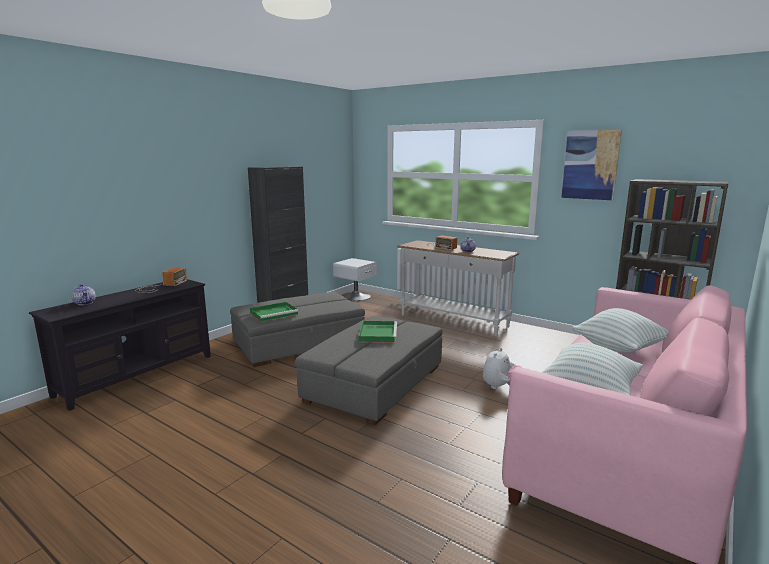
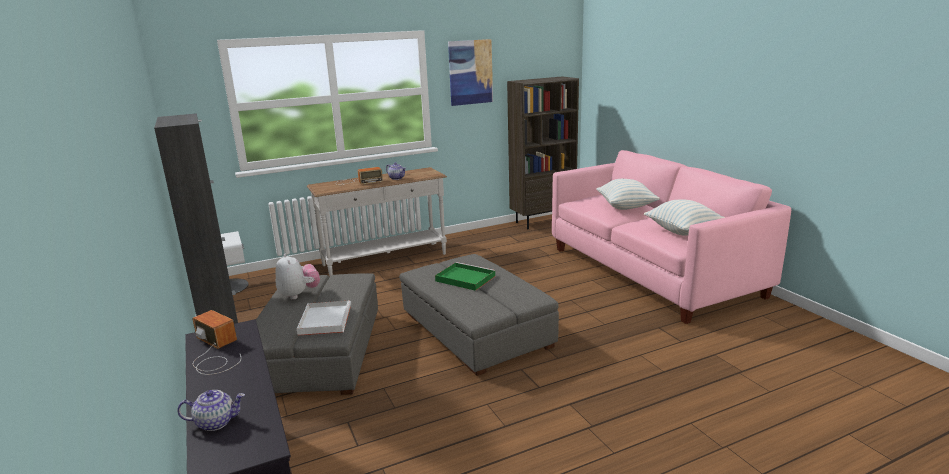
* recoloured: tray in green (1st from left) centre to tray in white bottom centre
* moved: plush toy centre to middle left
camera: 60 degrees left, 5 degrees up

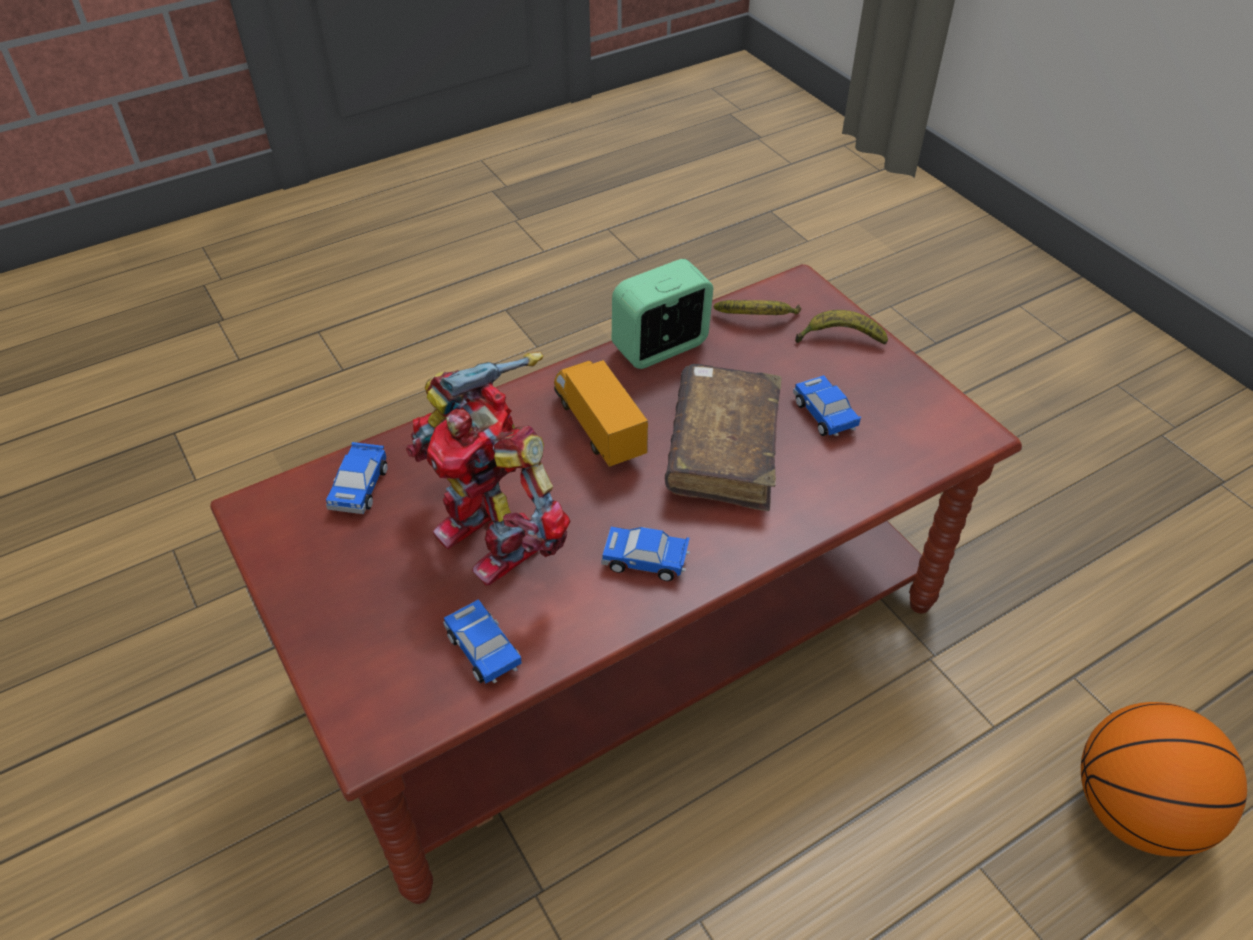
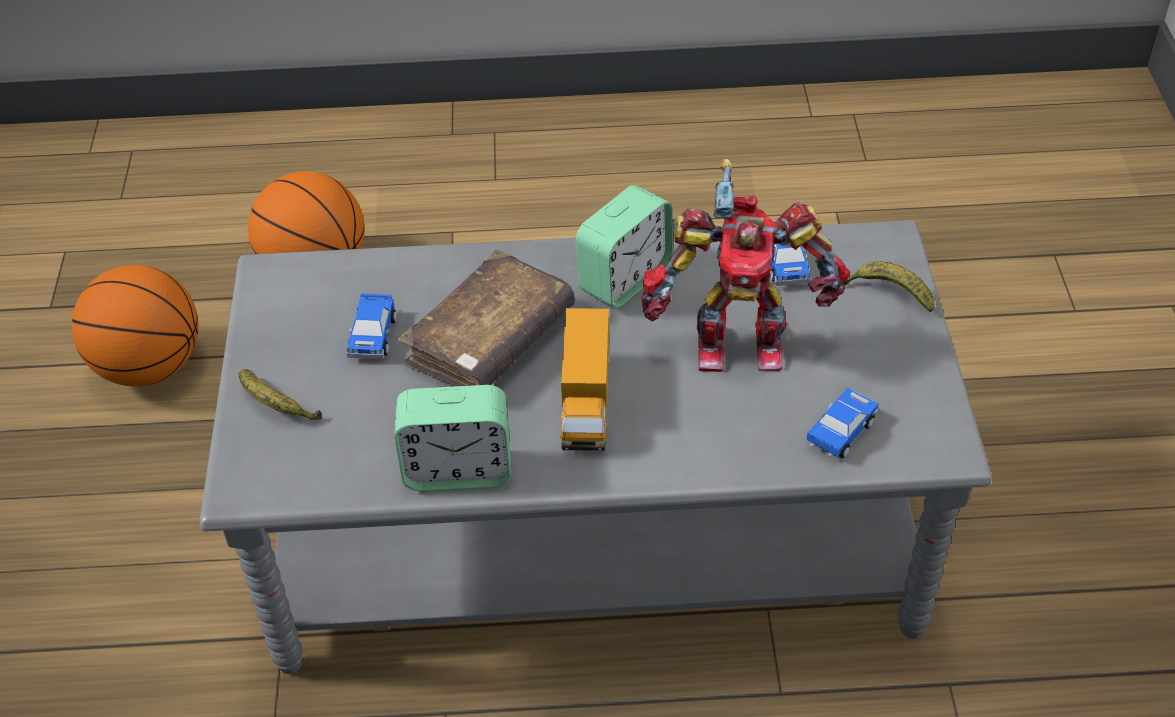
* recoloured: coffee table in brown centre to coffee table in grey centre
* turned: toy robot centre = centre 105 degrees clockwise
* replaced: toy car (3rd from left) centre to alarm clock (2nd from left) centre
* moved: banana (1st from left in the first image) top centre to banana (2nd from left) middle right
* added: basketball (1st from left) middle left
camera: 150 degrees left, 0 degrees up

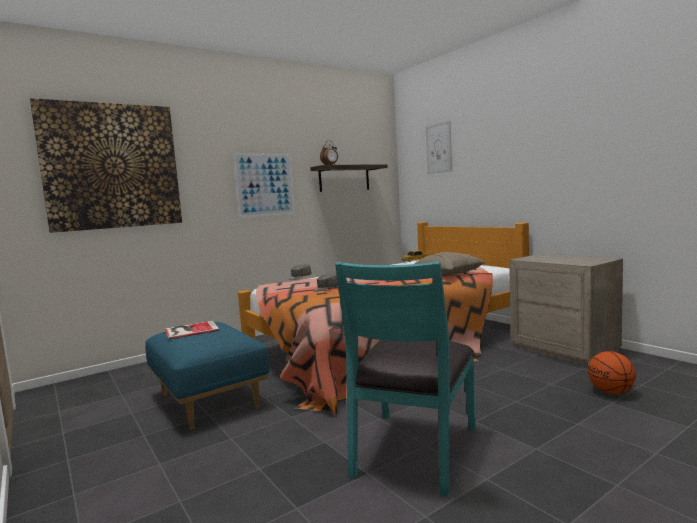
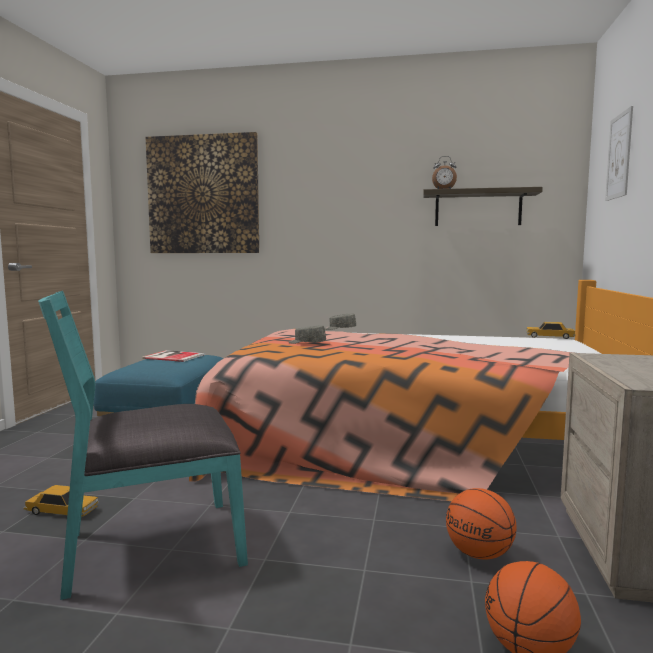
* removed: picture (2nd from left) centre
* removed: pillow in beige centre
* added: toy car (1st from left) bottom left
* added: basketball (1st from left) bottom right
camera: 45 degrees right, 0 degrees up

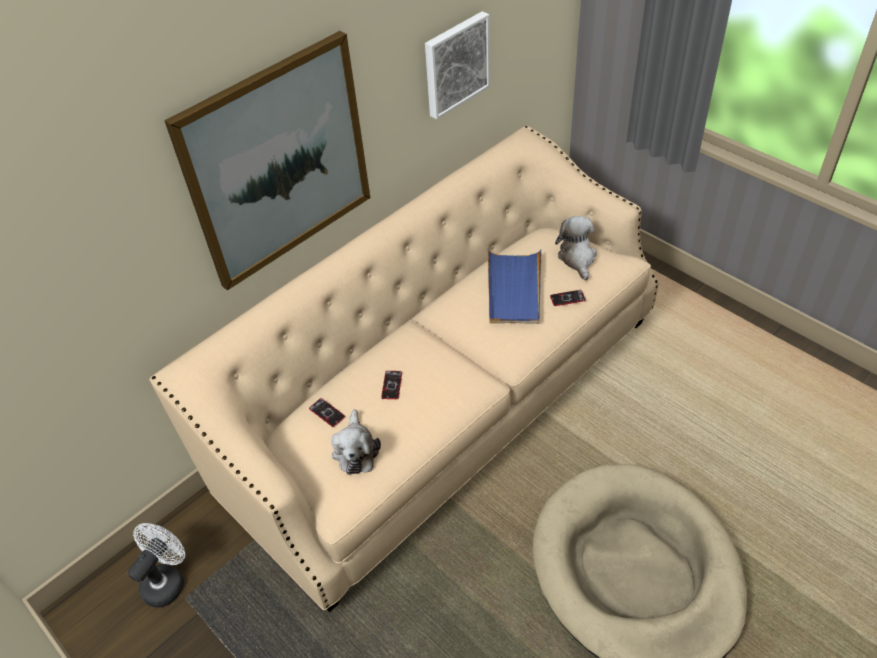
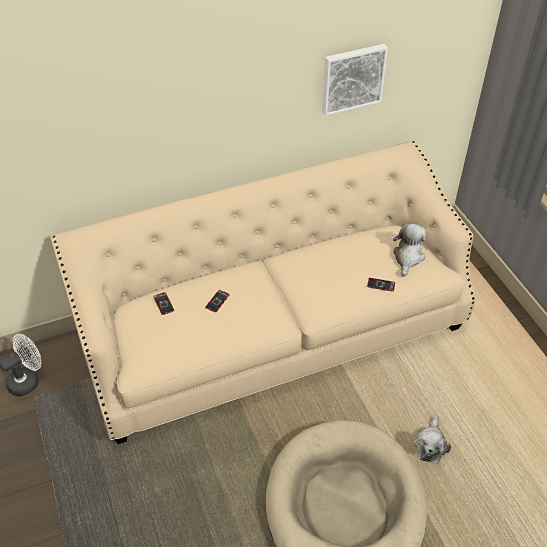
* removed: picture (1st from left) top left
* moved: plush toy (1st from left in the first image) bottom centre to plush toy (2nd from left) bottom right
* removed: tray in blue centre
camera: 20 degrees right, 0 degrees up

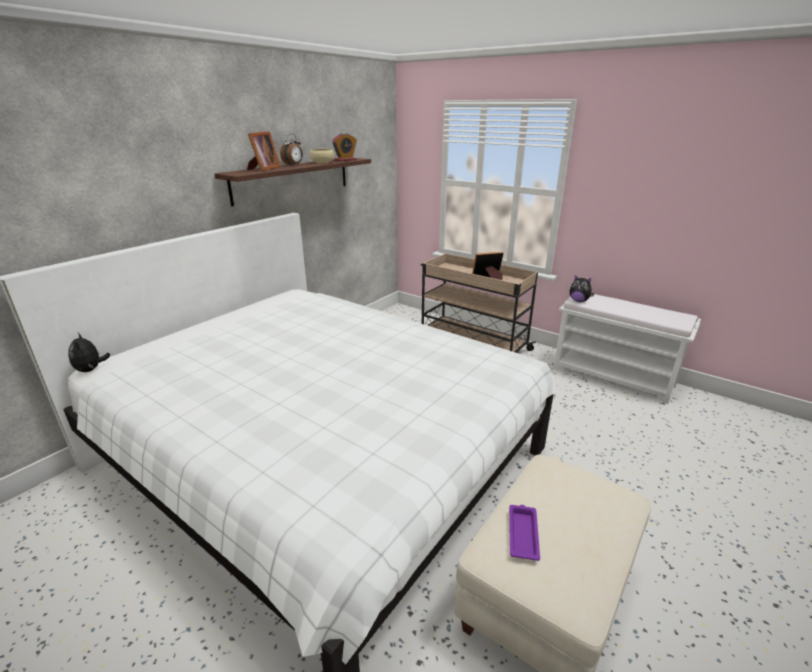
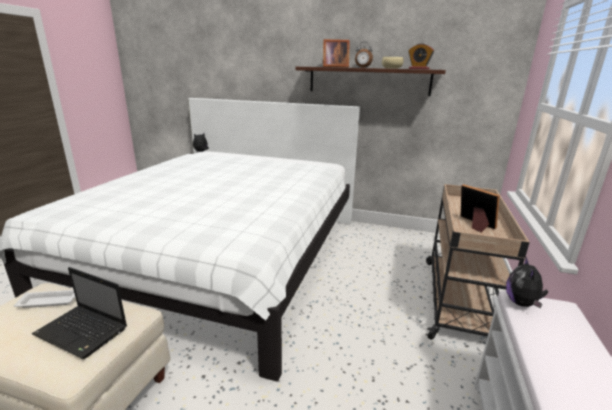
* recoloured: tray in purple bottom centre to tray in white bottom left
* added: laptop bottom left
camera: 70 degrees right, 5 degrees down

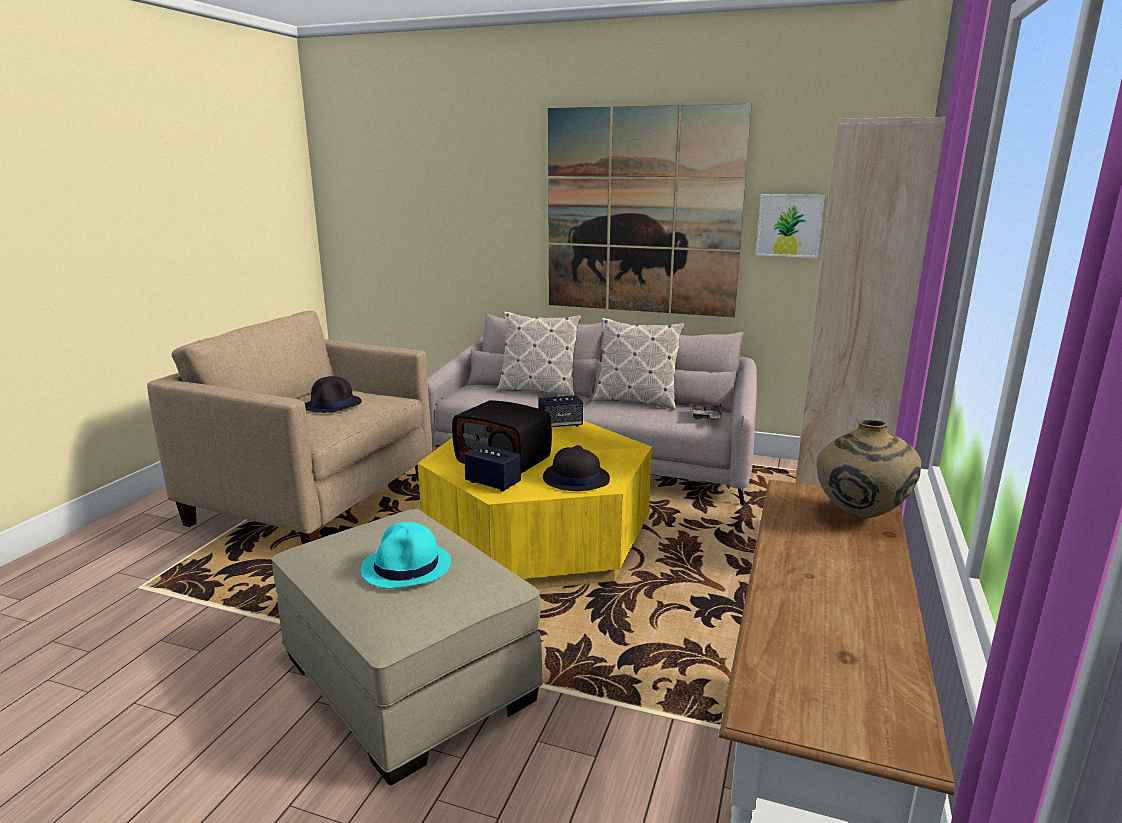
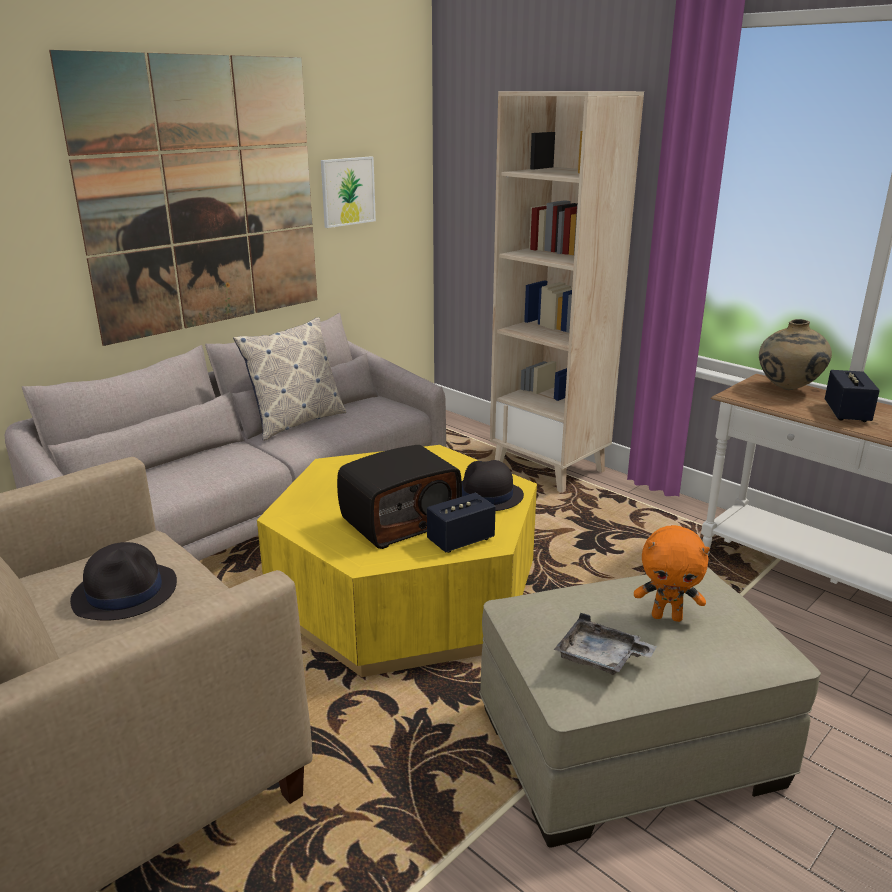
* replaced: hat in turquoise bottom centre to plush toy in orange middle right
* removed: pillow (1st from left) centre
* moved: speaker (2nd from left) centre to middle right
* moved: tray in grey centre to bottom right
camera: 65 degrees left, 5 degrees up

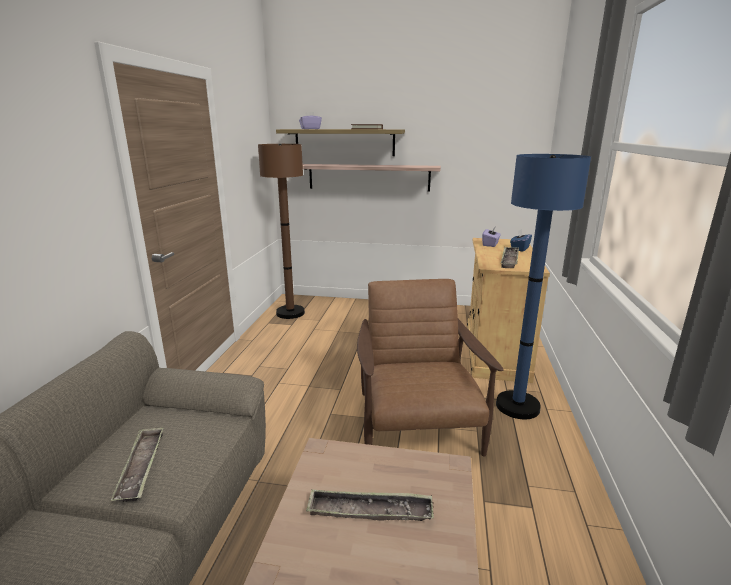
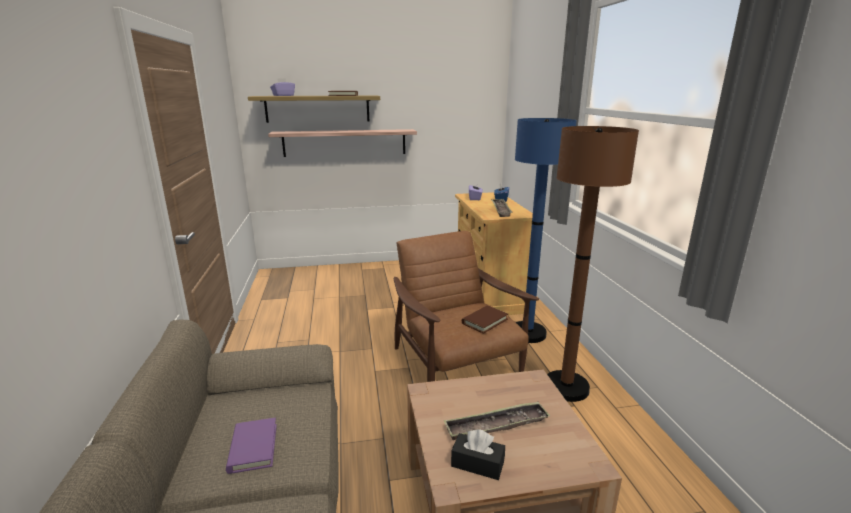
* replaced: tray (1st from left) bottom left to book in purple bottom left
* moved: floor lamp in brown centre to middle right
* added: tissue box in black bottom centre
* added: book in brown (2nd from left) centre
camera: 20 degrees left, 0 degrees up

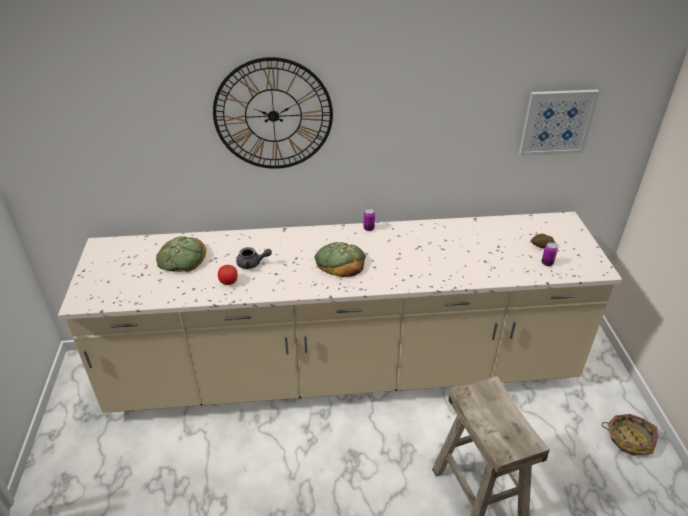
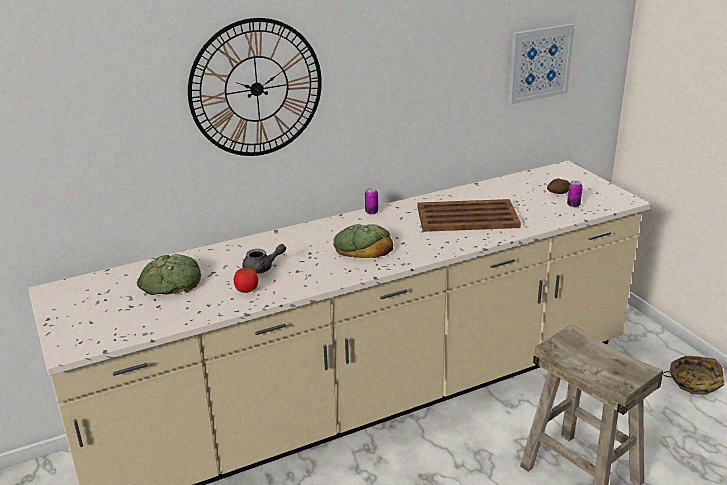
* added: tray in brown centre
camera: 20 degrees left, 10 degrees down

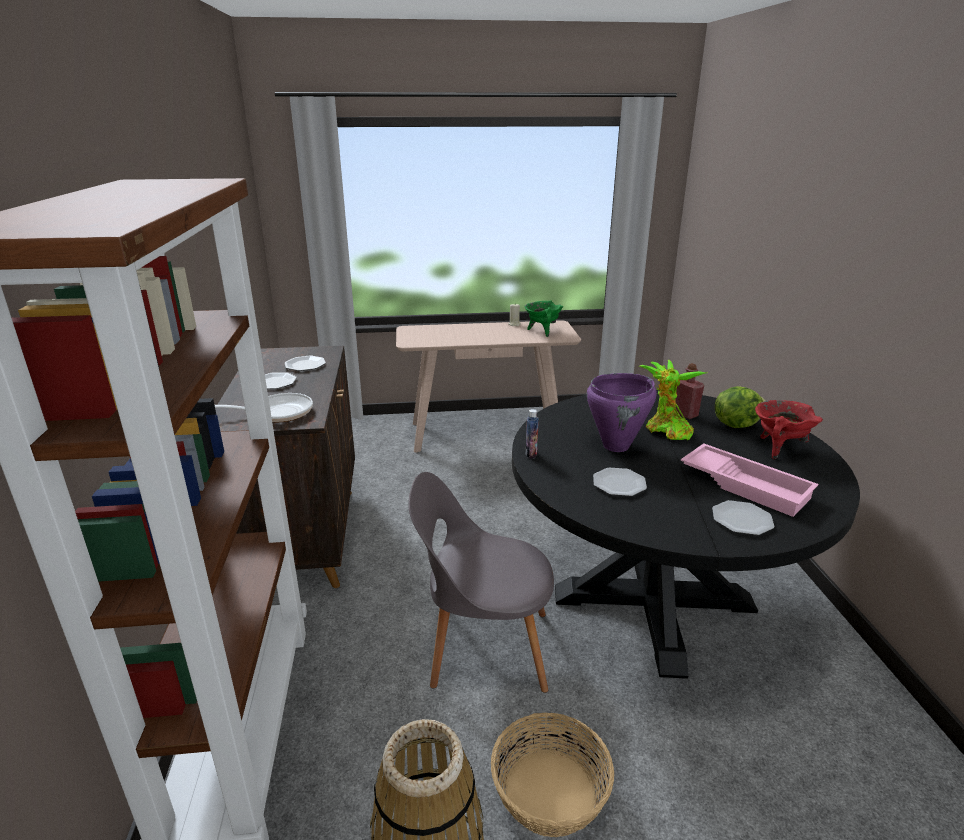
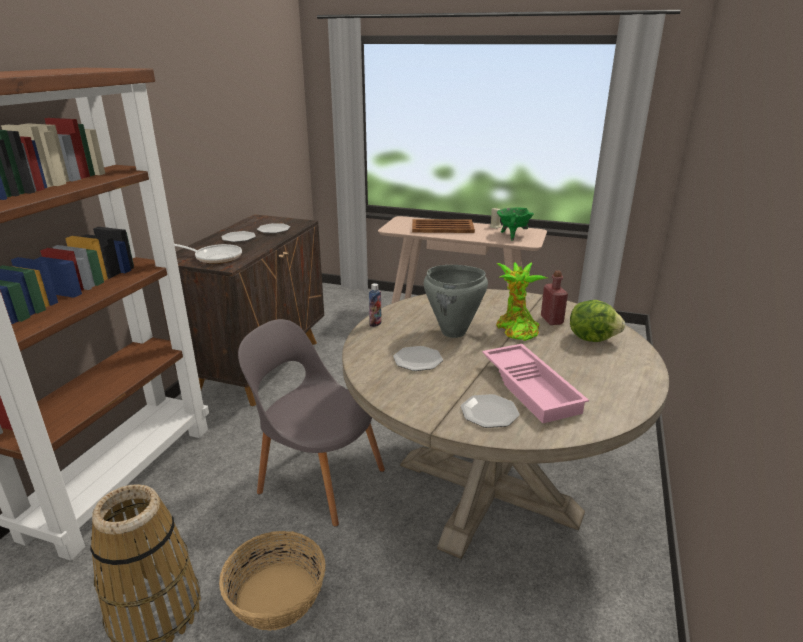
* recoloured: dining table in black middle right to dining table in beige centre
* recoloured: cooking pot in purple centre to cooking pot in grey centre
* removed: cooking pot in red middle right
* added: tray in brown centre
camera: 25 degrees right, 0 degrees up

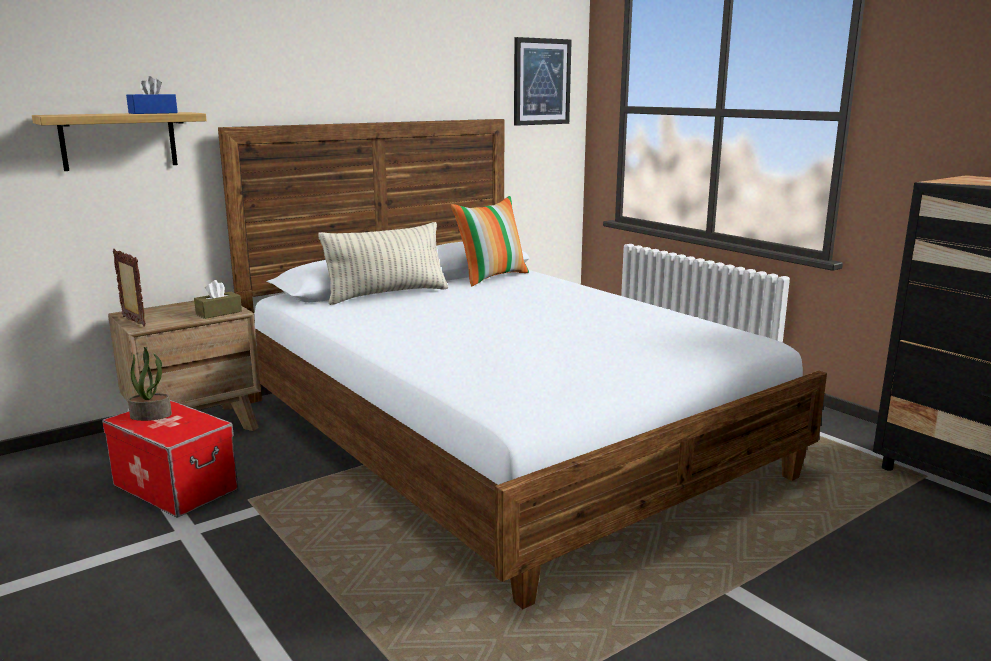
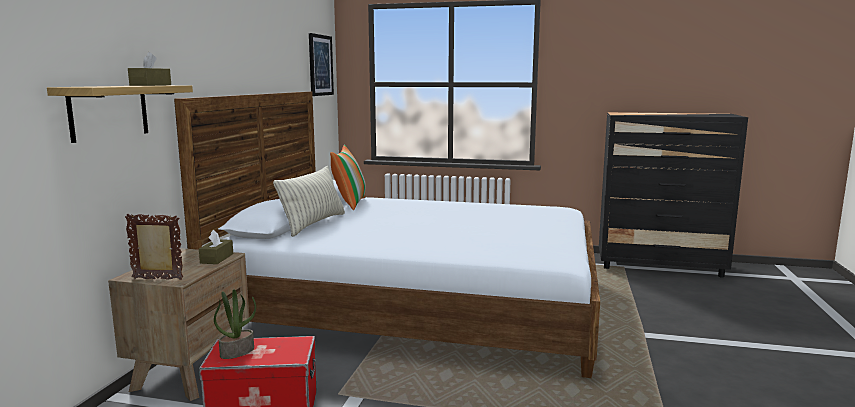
* recoloured: tissue box in blue top left to tissue box in brown (1st from left) top left
camera: 40 degrees left, 5 degrees down

